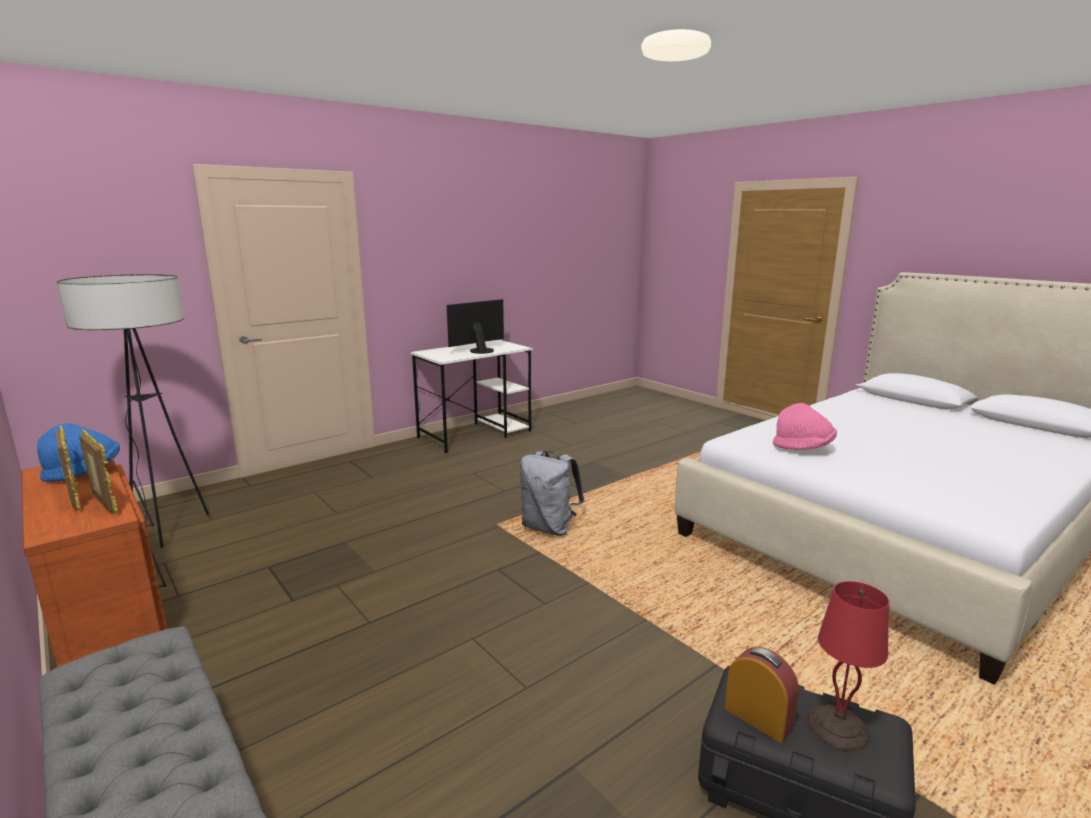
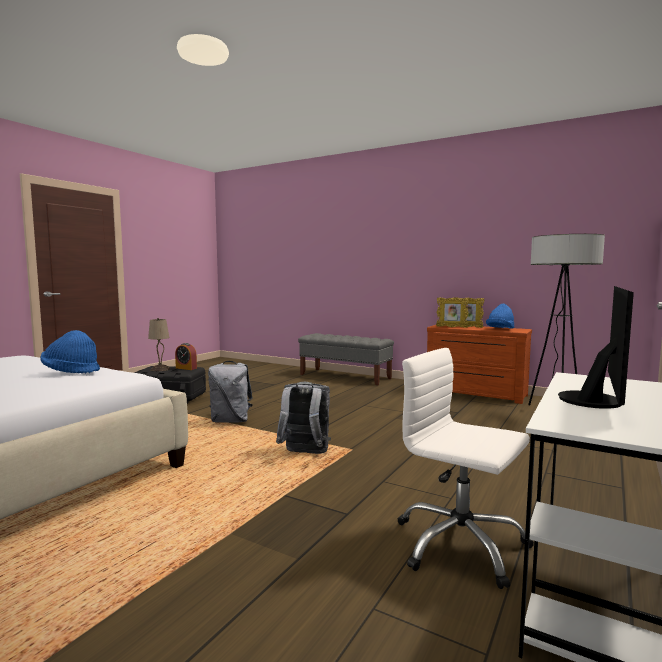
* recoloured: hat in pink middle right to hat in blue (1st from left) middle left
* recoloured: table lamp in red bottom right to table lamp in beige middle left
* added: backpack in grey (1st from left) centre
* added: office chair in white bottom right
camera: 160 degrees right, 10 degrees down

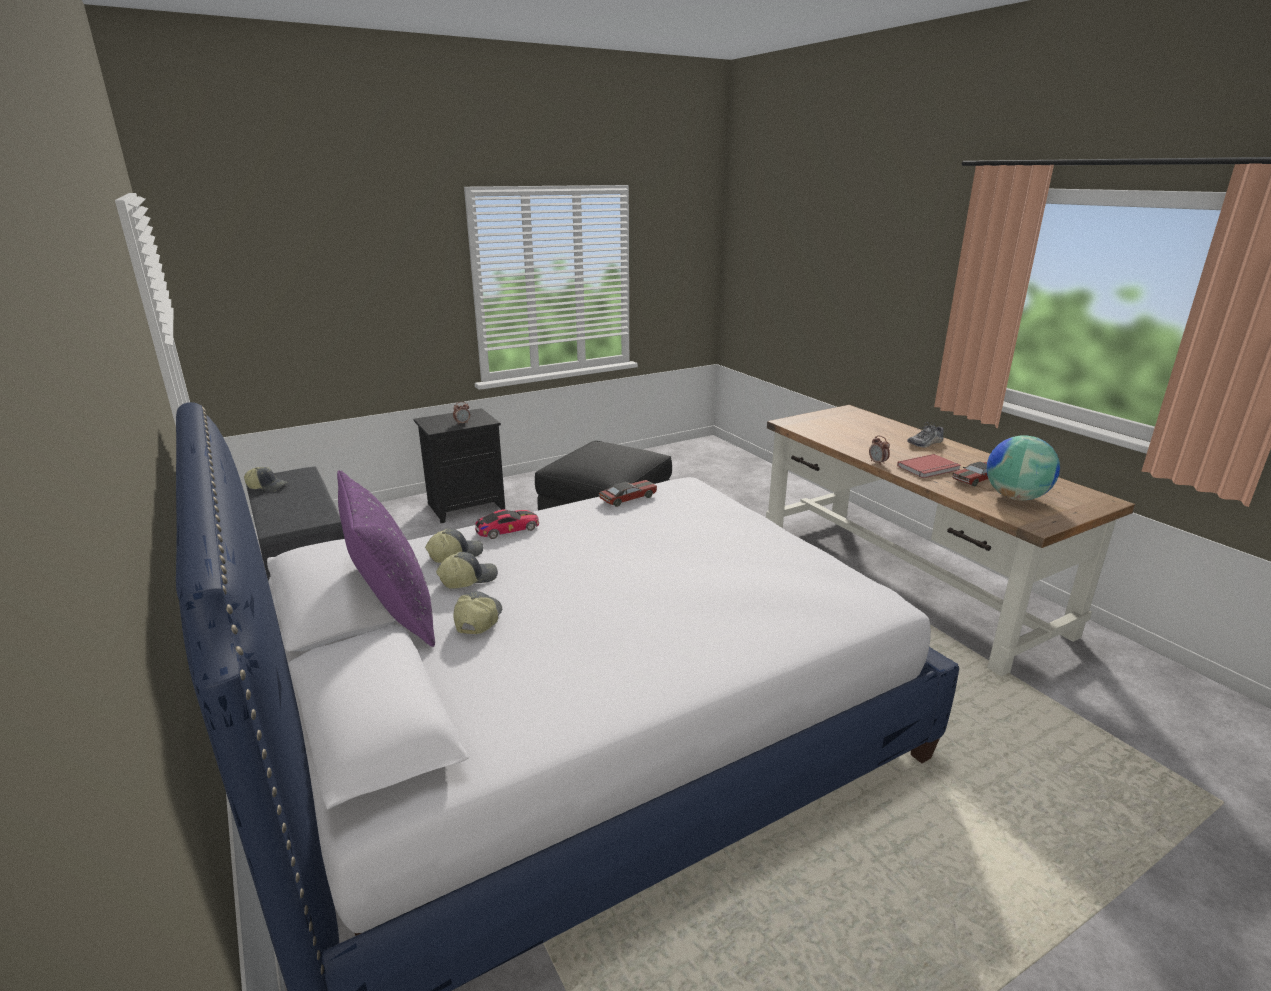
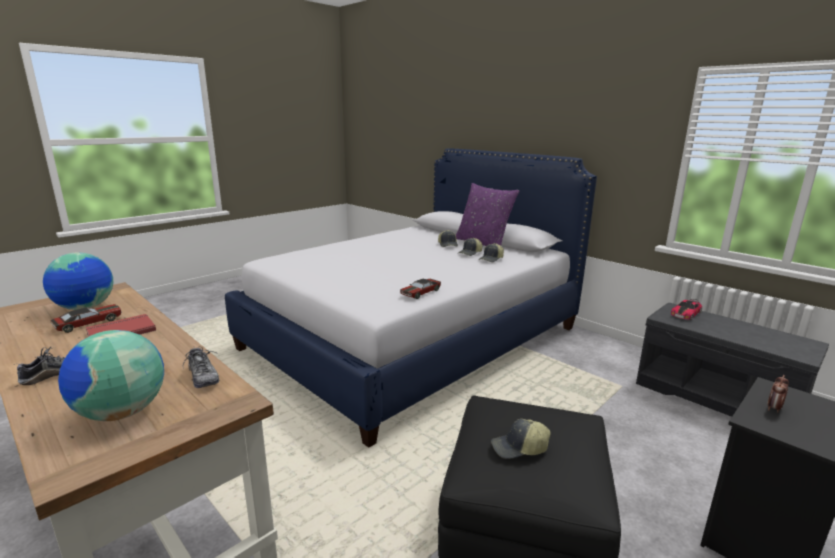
* moved: cap (1st from left in the first image) middle left to cap (4th from left) bottom centre
* moved: toy car (1st from left in the first image) centre to toy car (3rd from left) middle right
* removed: alarm clock (2nd from left) middle right
* added: globe (2nd from left) bottom left
* added: shoe (2nd from left) middle left
camera: 165 degrees right, 5 degrees down

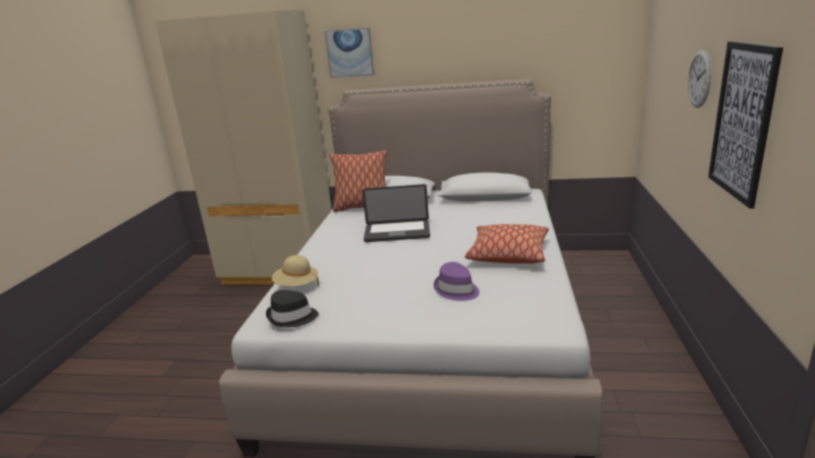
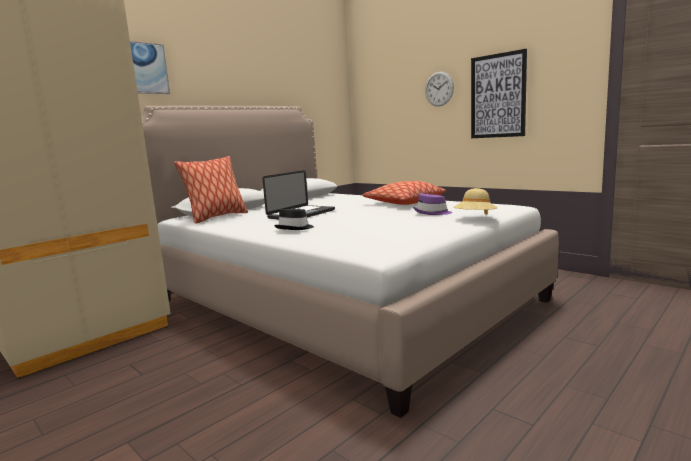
* moved: hat in black bottom centre to centre
* moved: hat in beige centre to middle right
camera: 55 degrees left, 10 degrees down

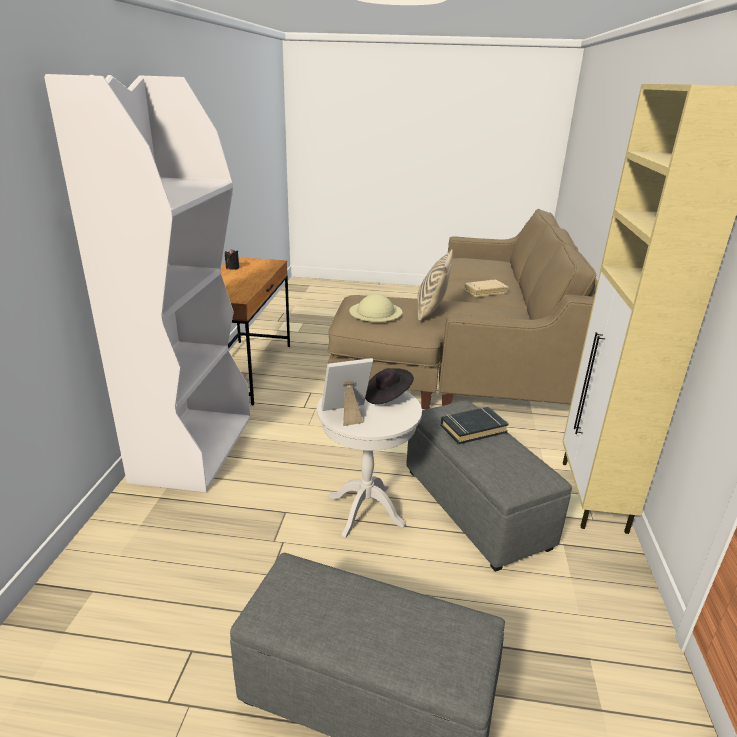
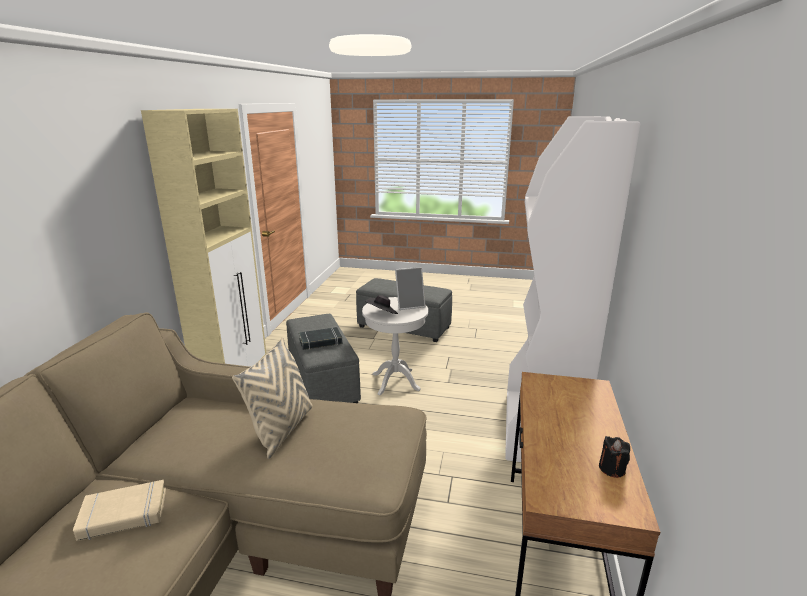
* removed: hat in beige centre
camera: 175 degrees left, 5 degrees down

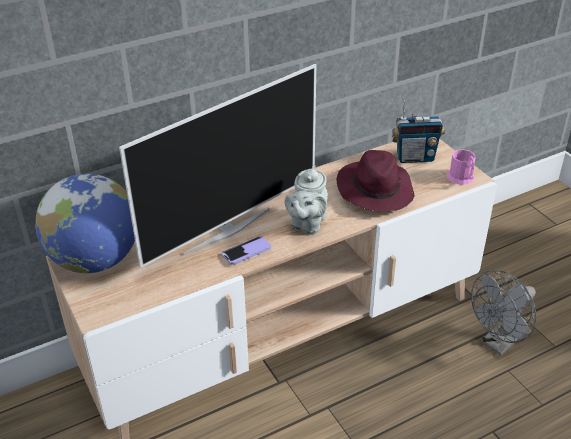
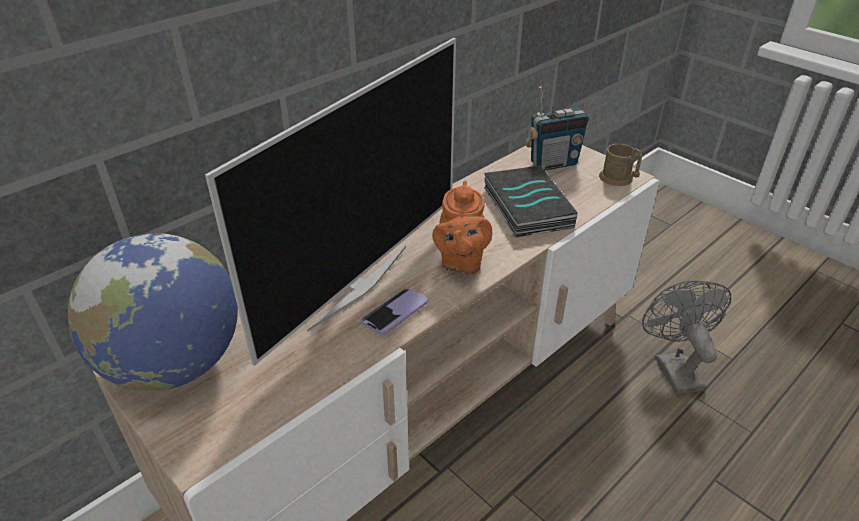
* recoloured: teapot in grey centre to teapot in orange centre
* replaced: hat in purple centre to book centre
* recoloured: mug in pink middle right to mug in brown top right
* turned: fan in grey bottom right = middle right 135 degrees clockwise
camera: 15 degrees left, 0 degrees up

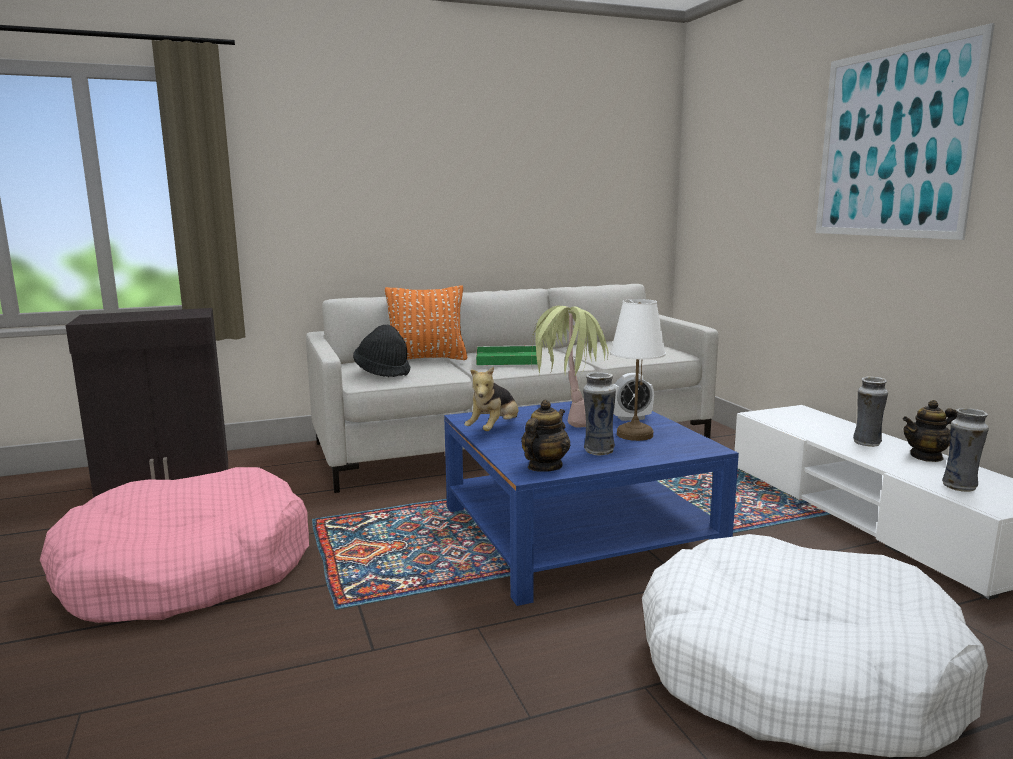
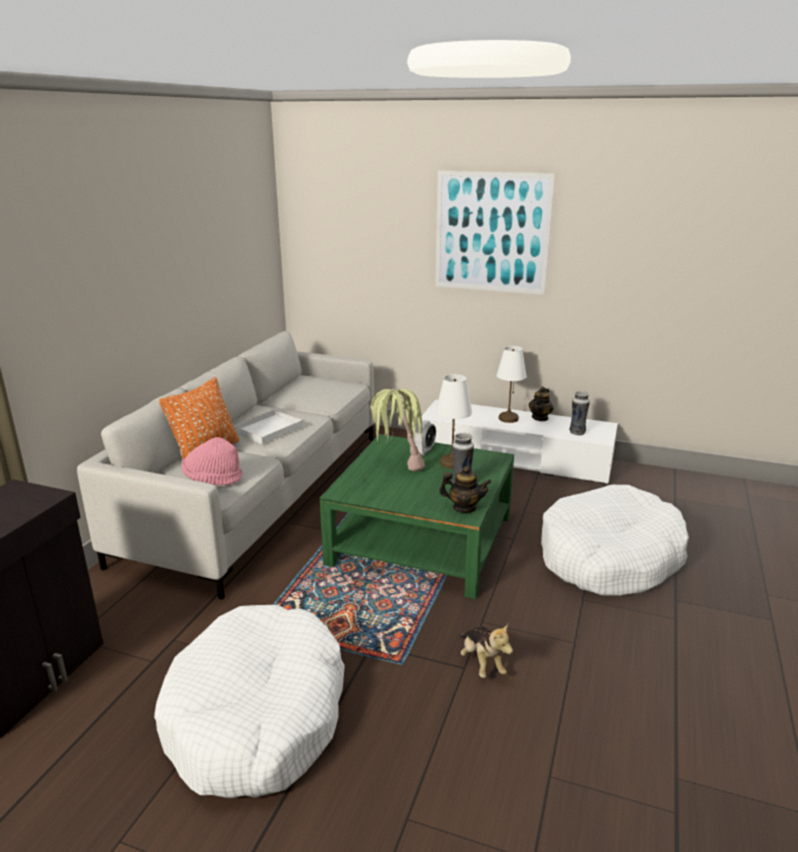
* recoloured: dog bed in pink bottom left to dog bed in white (1st from left) bottom left
* recoloured: hat in black centre to hat in pink middle left
* recoloured: coffee table in blue centre to coffee table in green centre
* moved: plush toy centre to bottom centre
* recoloured: tray in green centre to tray in white centre
* turned: teapot (1st from left) centre = centre 120 degrees clockwise
* replaced: vase (2nd from left) middle right to table lamp in white (2nd from left) centre
camera: 50 degrees left, 10 degrees up

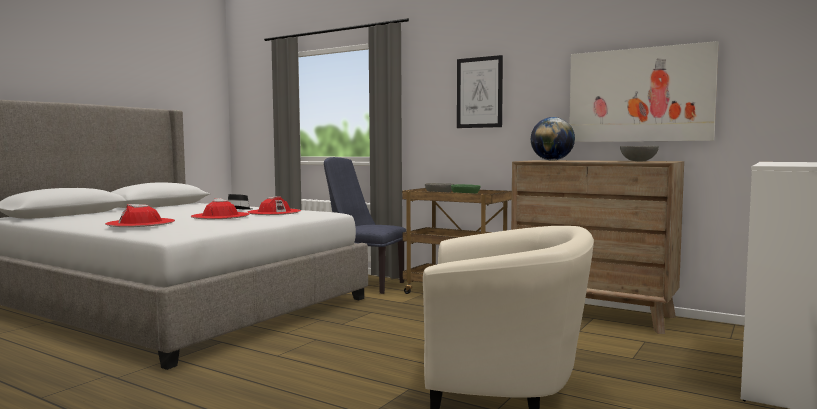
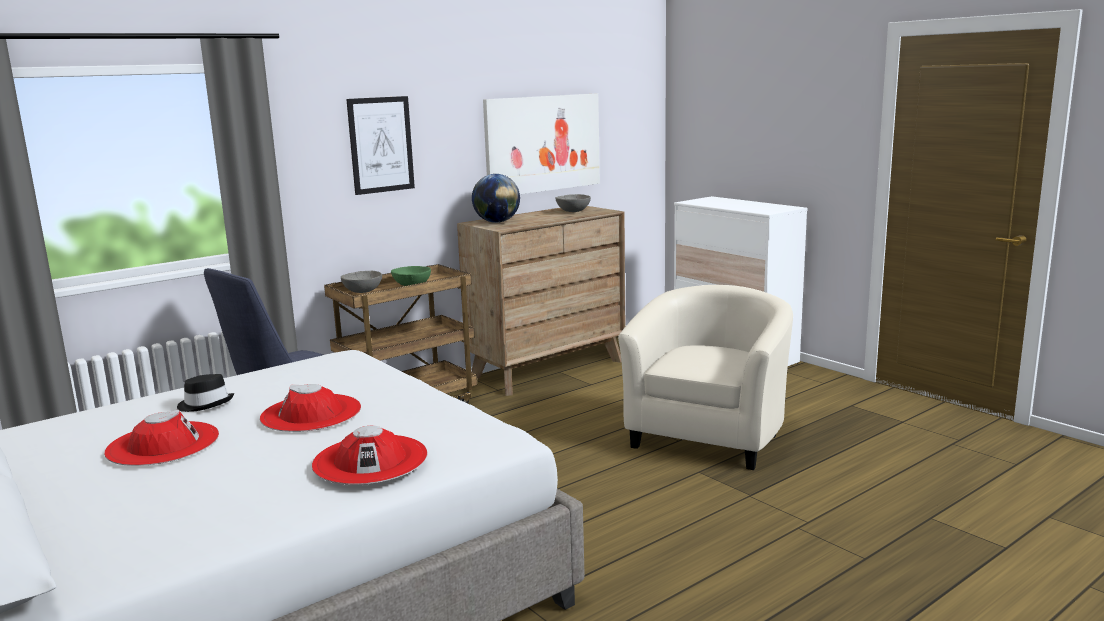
* moved: hat in red (3rd from left in the first image) centre to hat in red (1st from left) bottom left
camera: 70 degrees left, 10 degrees up

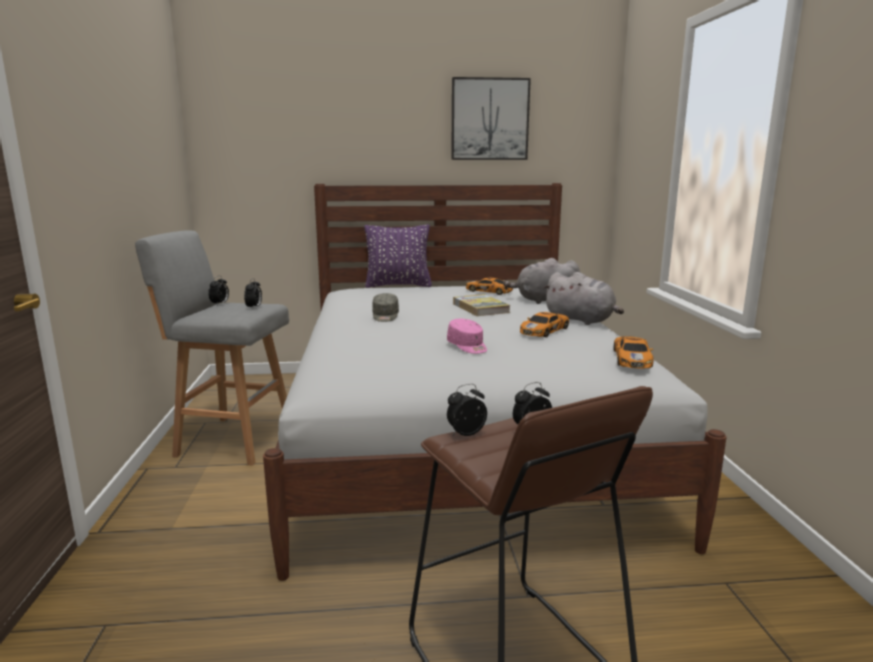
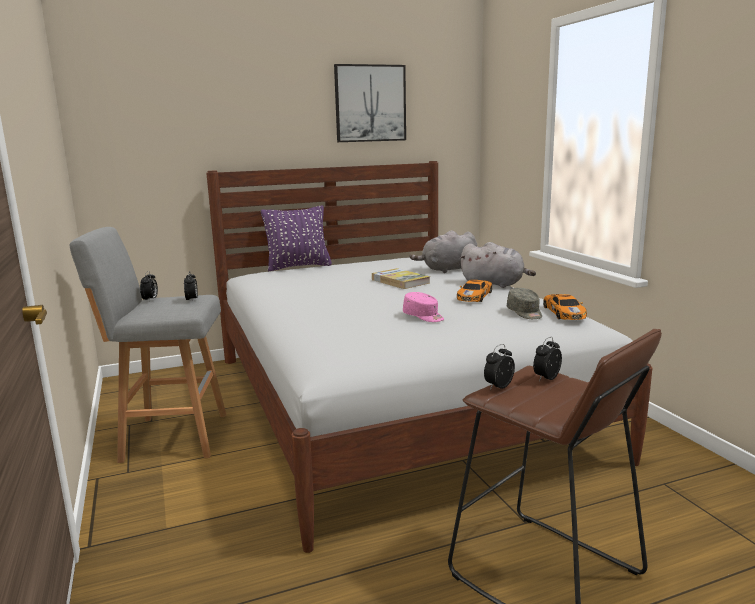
* moved: cap in grey centre to middle right
* removed: toy car (1st from left) centre
camera: 15 degrees left, 0 degrees up

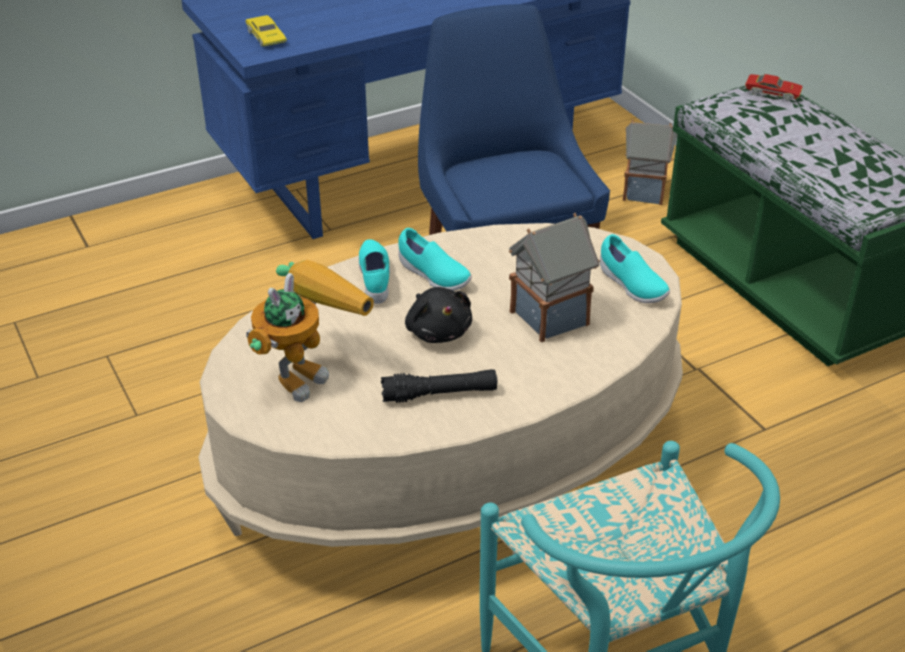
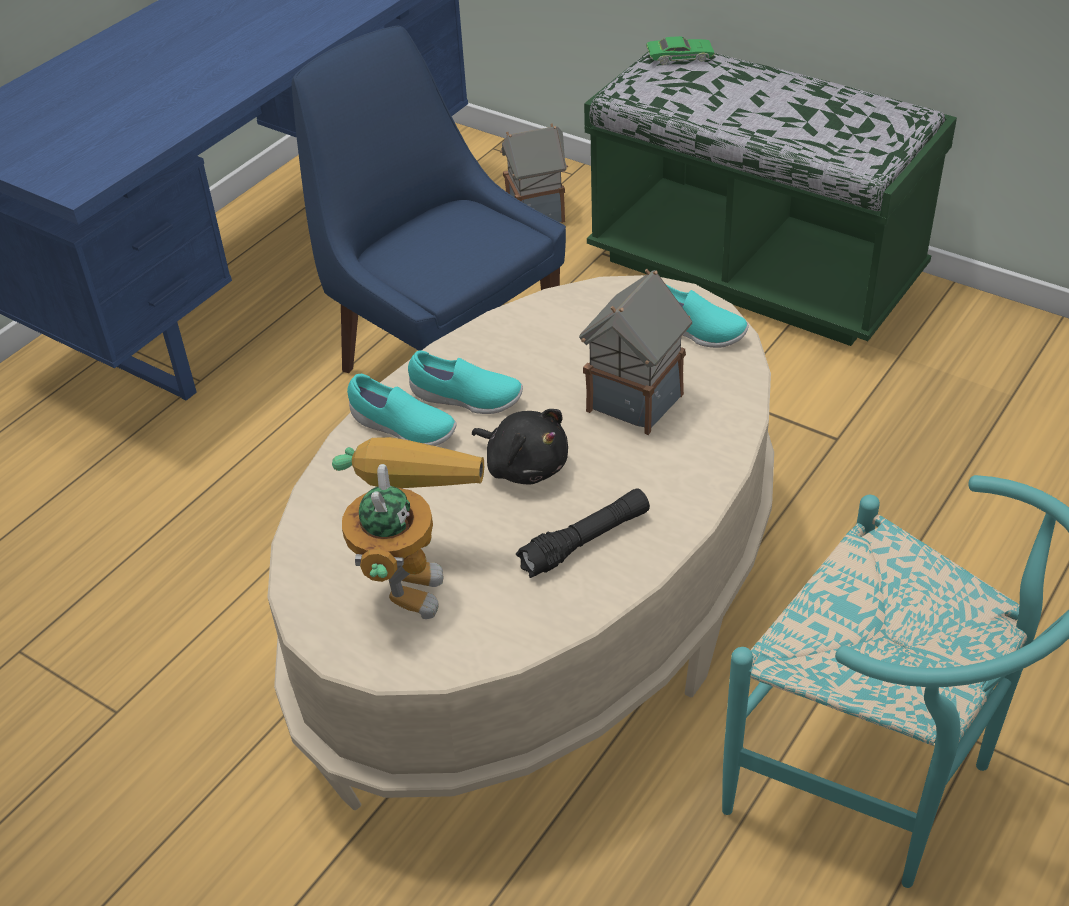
* removed: toy car in yellow top left
* turned: shoe in turquoise (1st from left) centre = centre 150 degrees clockwise
* recoloured: toy car in red top right to toy car in green top centre
camera: 25 degrees left, 5 degrees up

